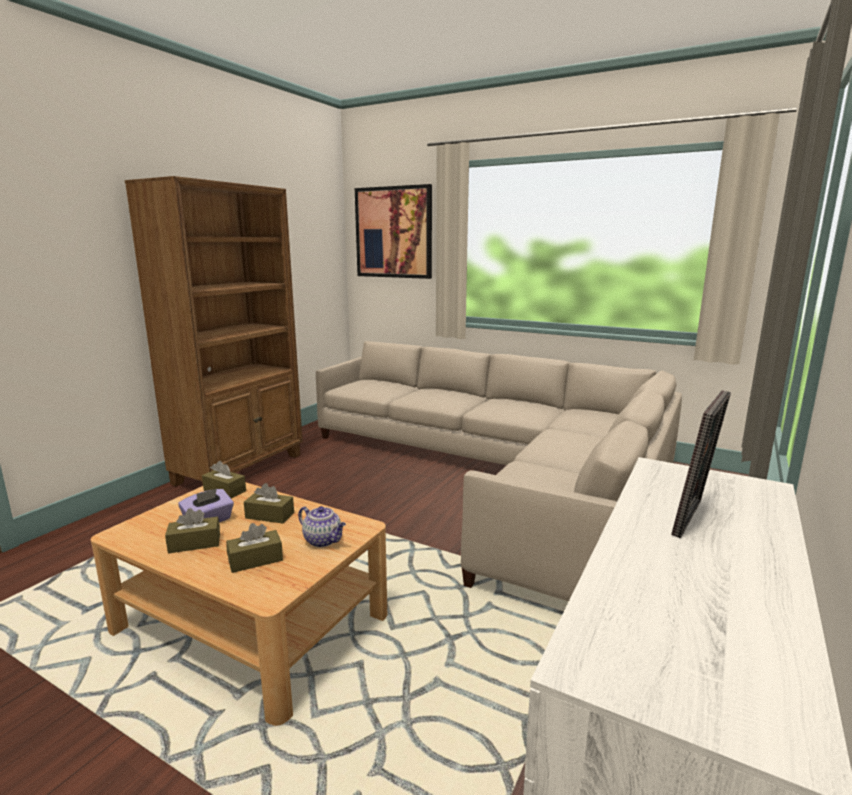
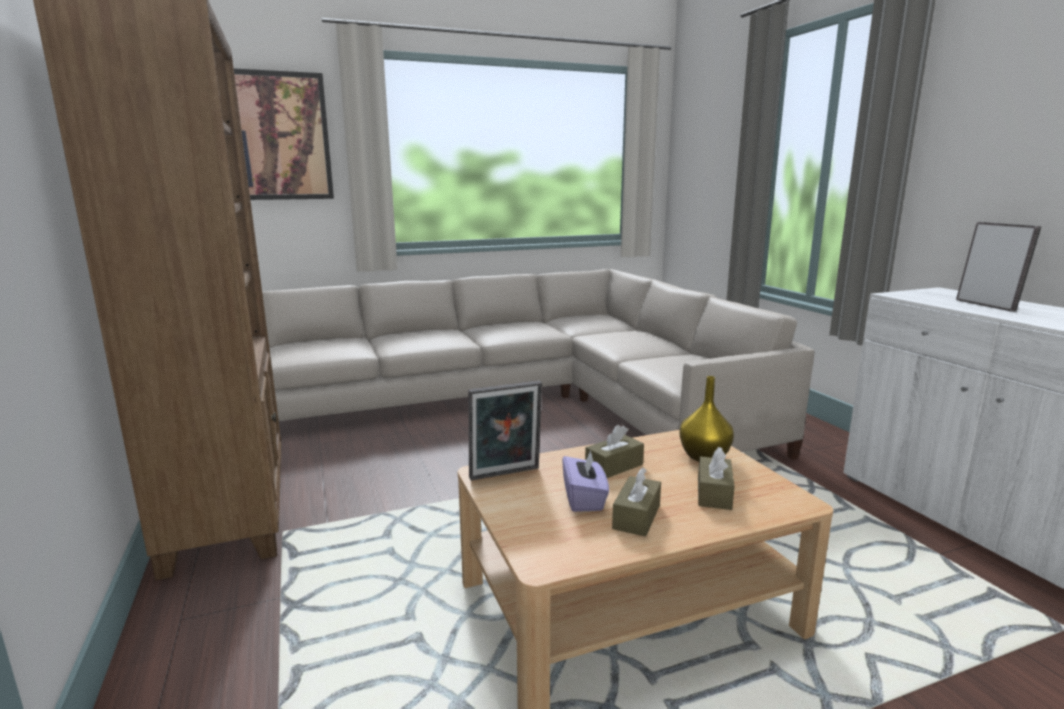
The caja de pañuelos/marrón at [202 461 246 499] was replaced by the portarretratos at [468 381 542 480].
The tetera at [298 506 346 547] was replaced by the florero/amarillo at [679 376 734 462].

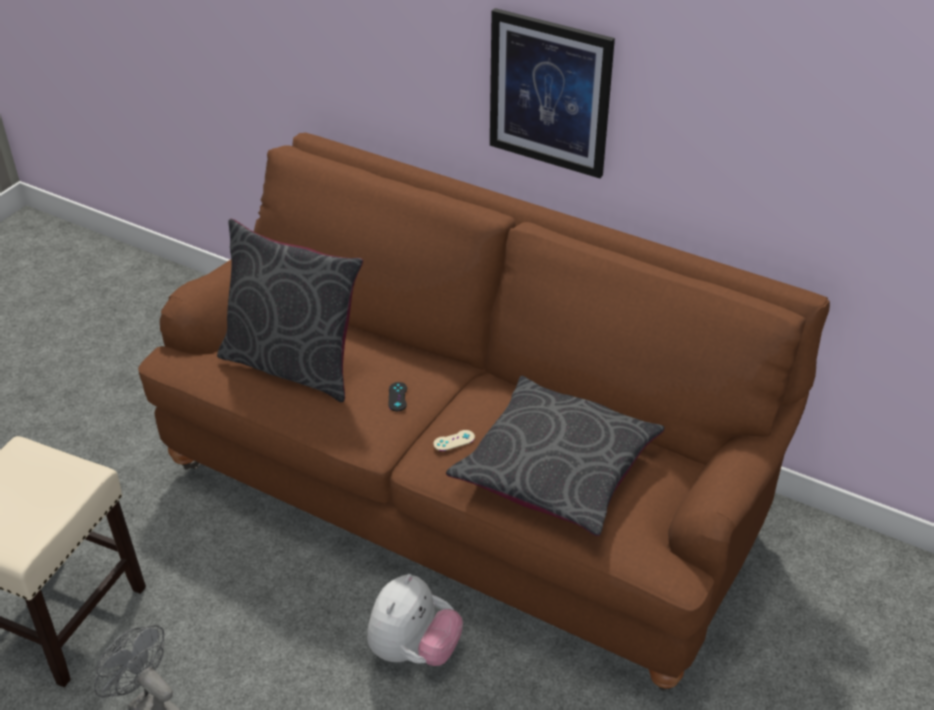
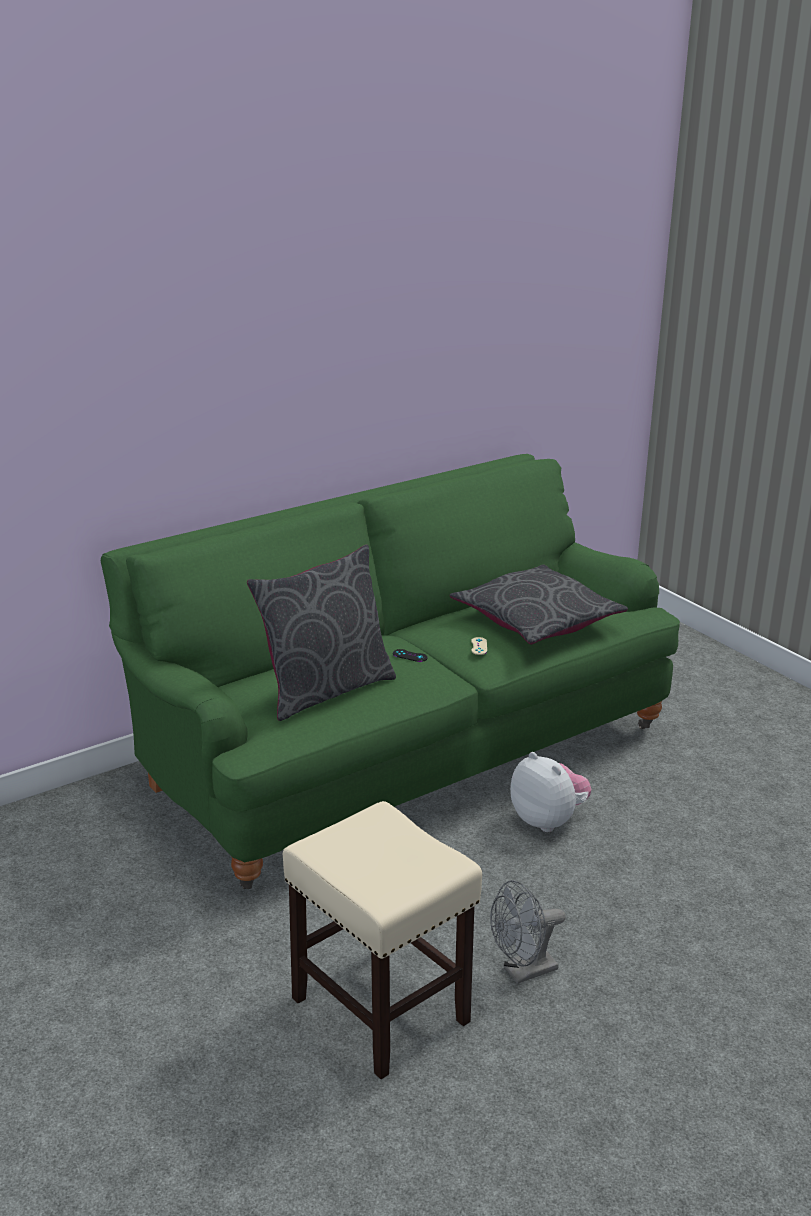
The sofá/marrón at [138 133 830 691] became the sofá/verde at [101 454 680 889].
The cuadro at [490 8 615 178] disappeared.

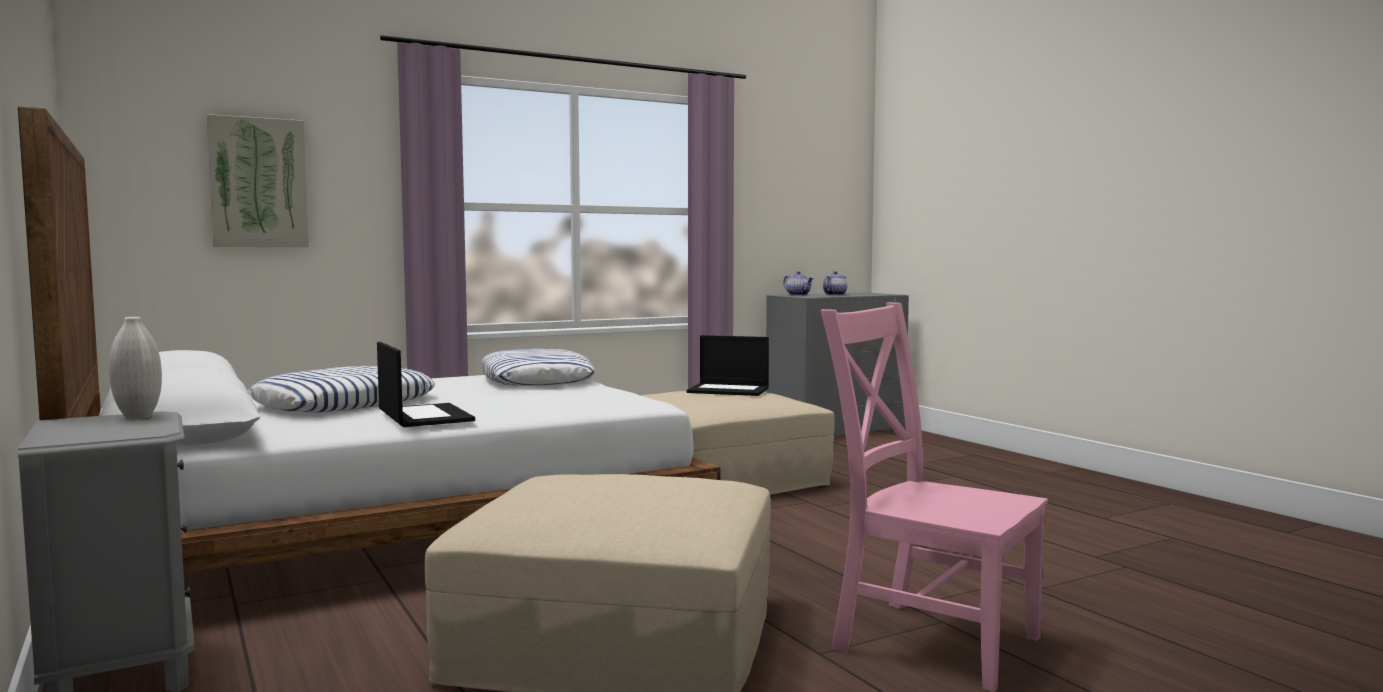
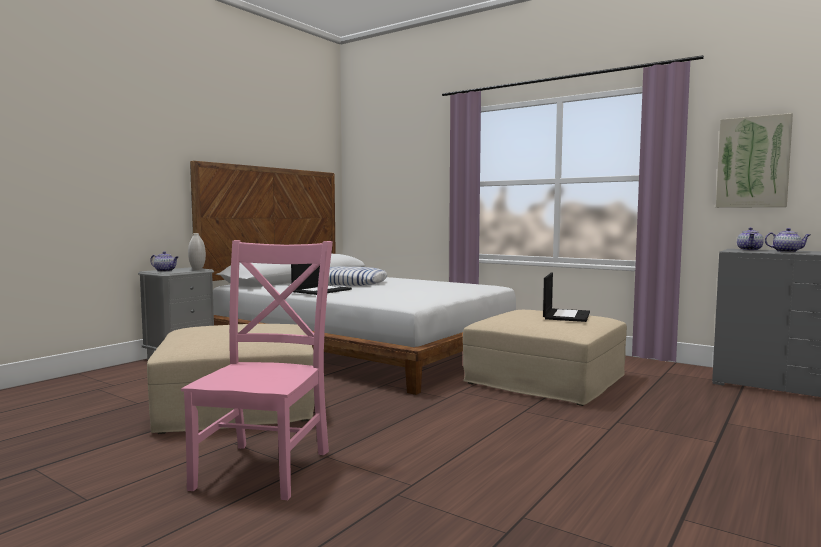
The tetera at [150 251 178 272] appeared.
The portátil at [687 335 769 396] turned 150 degrees counterclockwise.
The cuadro moved from [206 114 309 247] to [716 113 793 208].
The cojín at [481 349 595 386] disappeared.

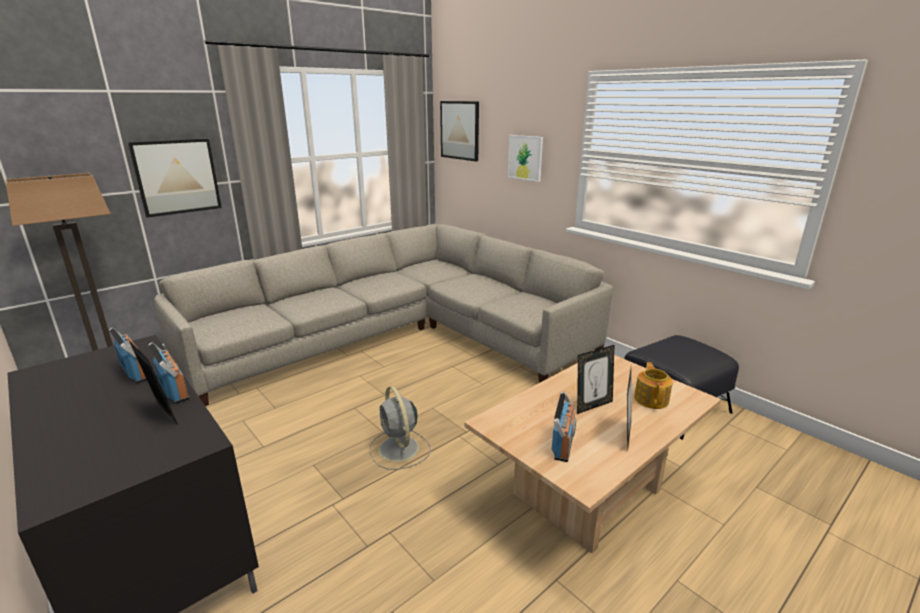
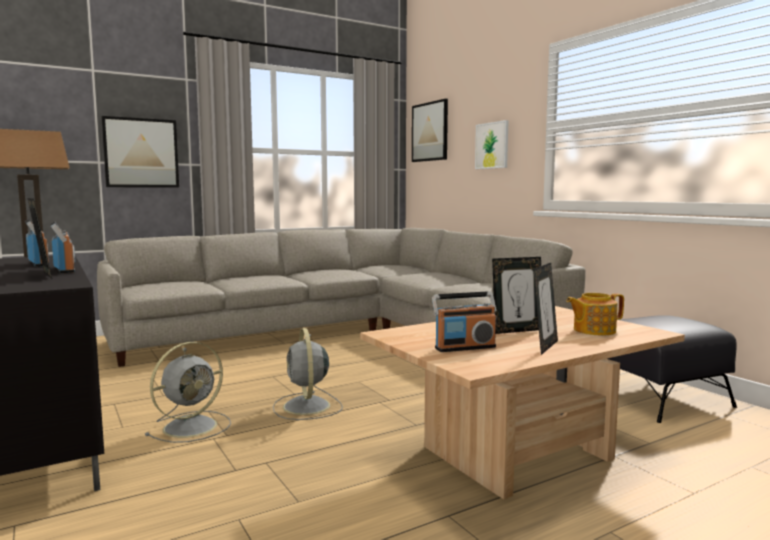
The ventilador/gris at [145 342 231 443] appeared.
The radio at [552 391 576 462] turned 45 degrees clockwise.
The tetera at [634 362 673 409] turned 120 degrees counterclockwise.

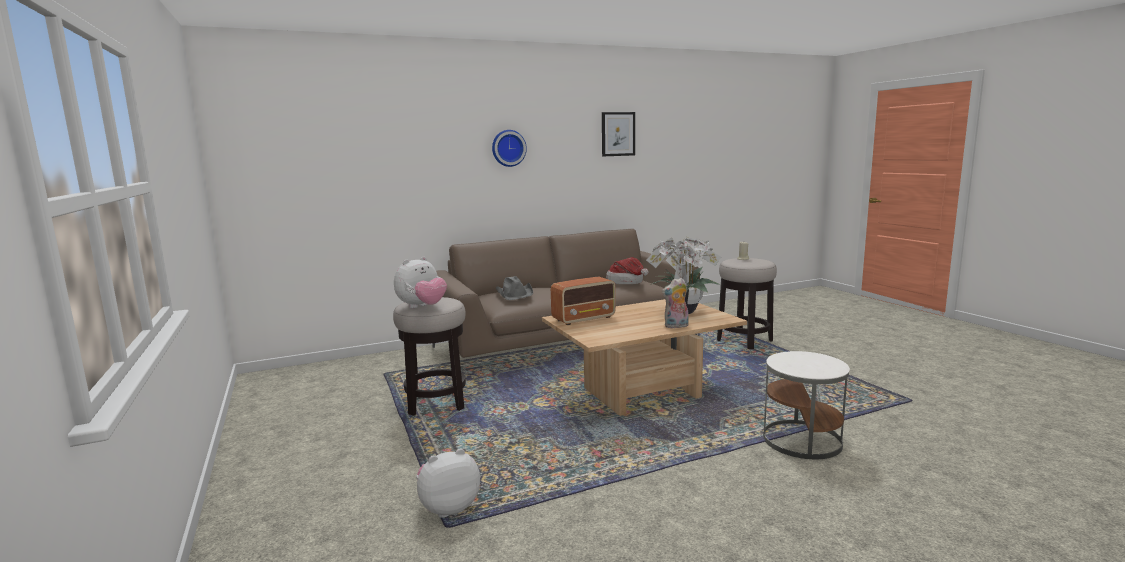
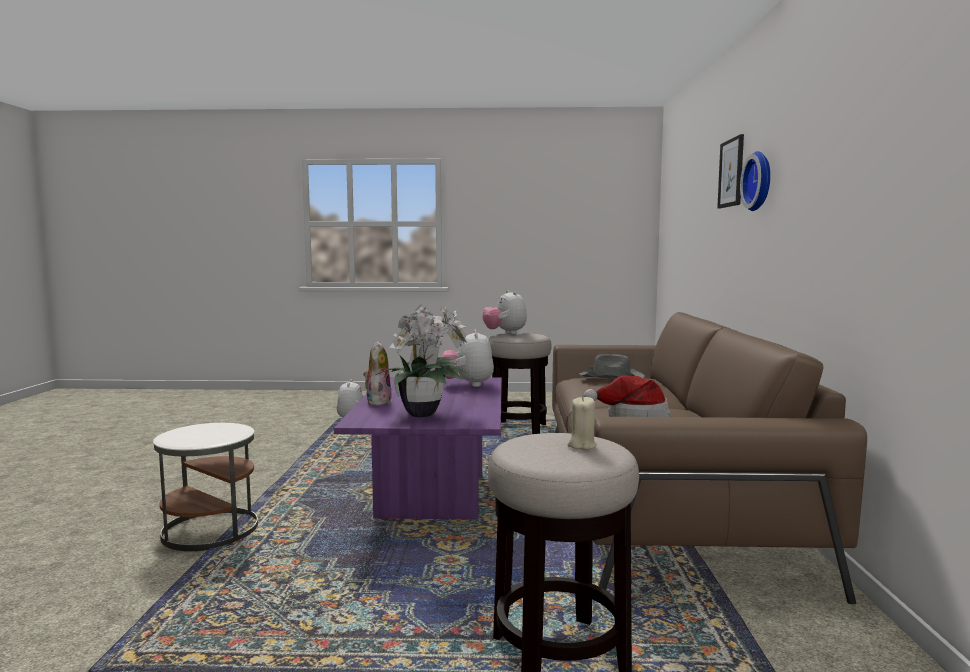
The mesa de centro/beis at [542 299 747 416] became the mesa de centro/morado at [334 377 502 520].
The radio at [551 277 616 325] was replaced by the peluche at [442 330 494 387].
The cuadro moved from [602 112 635 156] to [717 134 744 208].

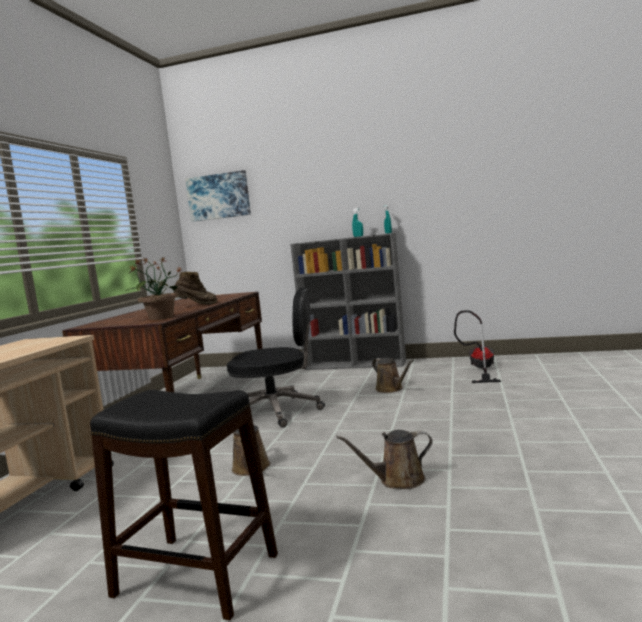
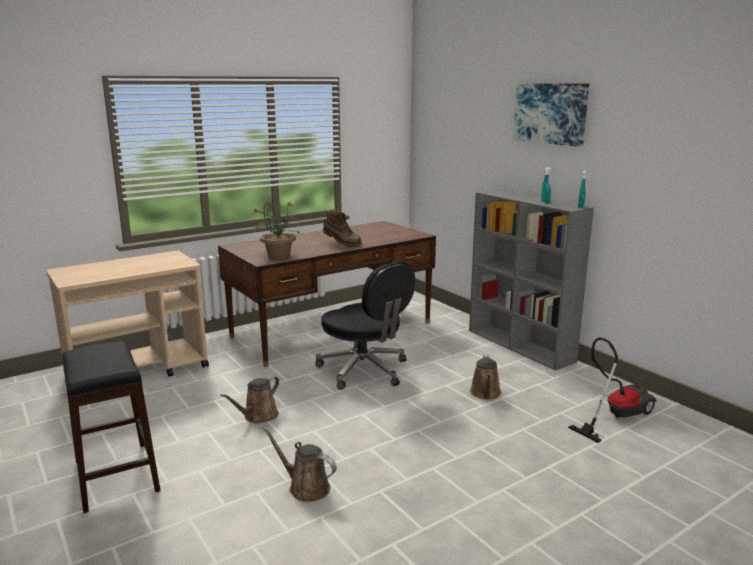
The cuadro moved from [185 170 251 222] to [513 83 589 147].

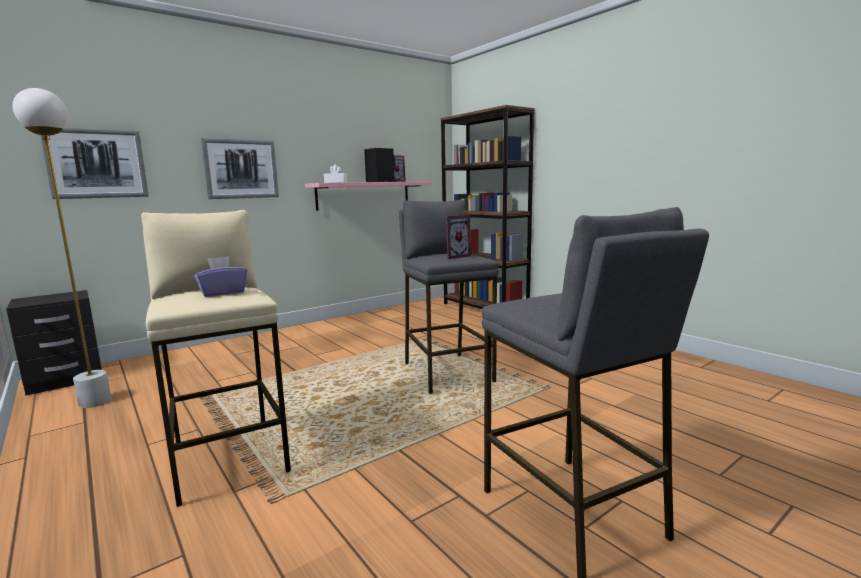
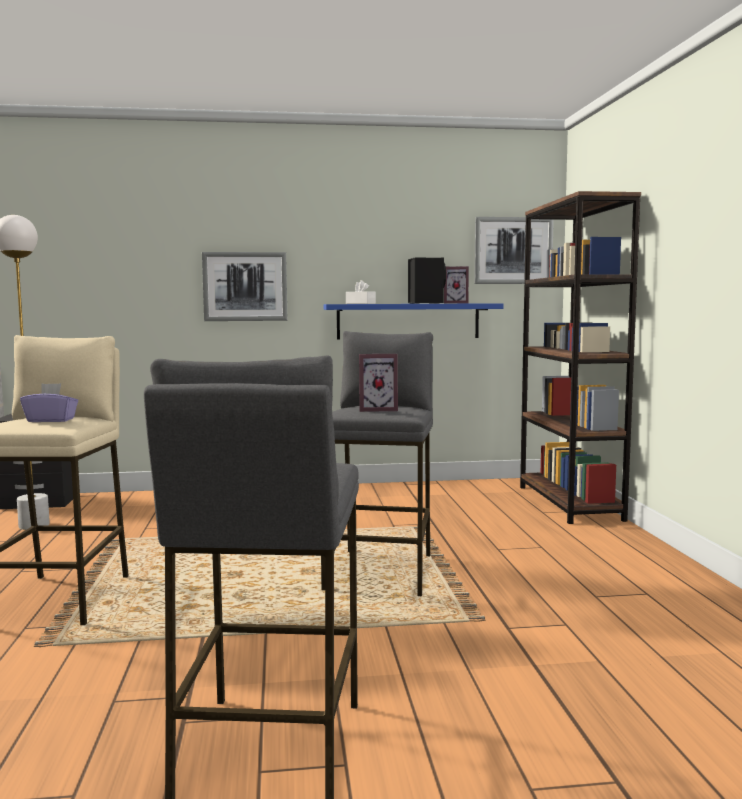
The estante/rosa at [305 181 431 211] became the estante/azul at [324 303 504 339].
The cuadro moved from [40 128 149 199] to [474 217 554 284].

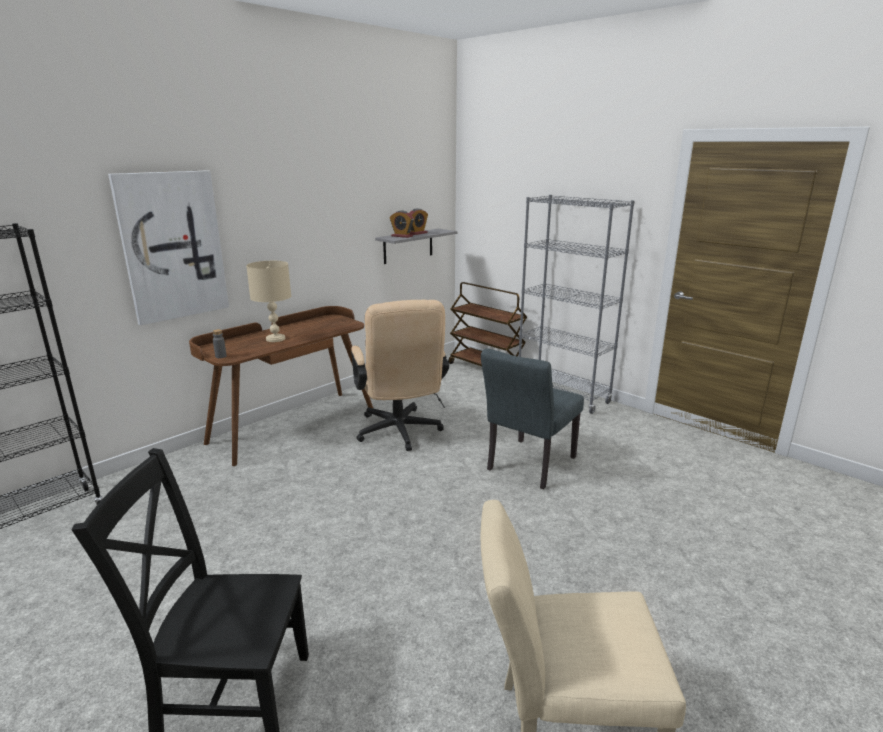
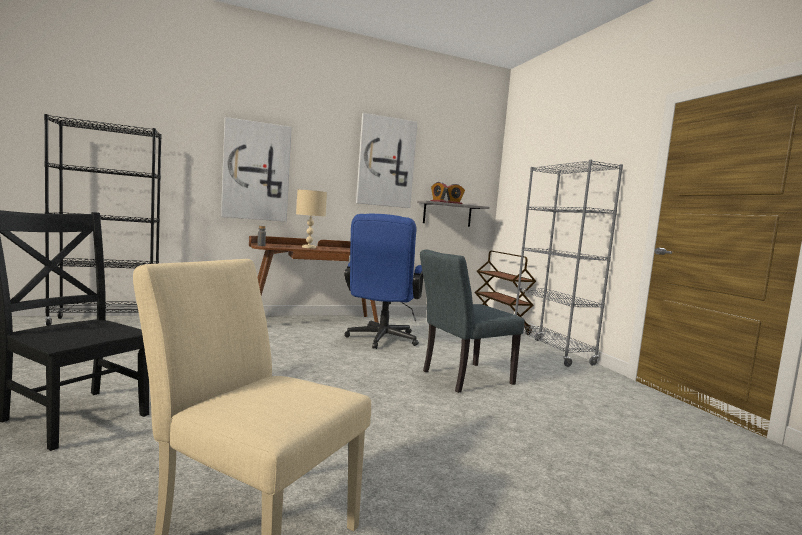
The silla de oficina/beis at [351 300 449 451] became the silla de oficina/azul at [344 214 423 349].
The cuadro at [356 113 417 208] appeared.

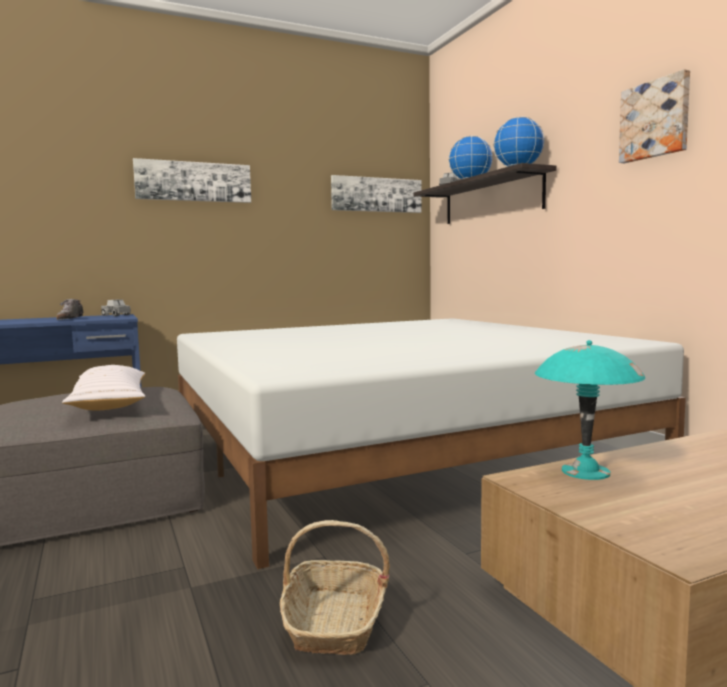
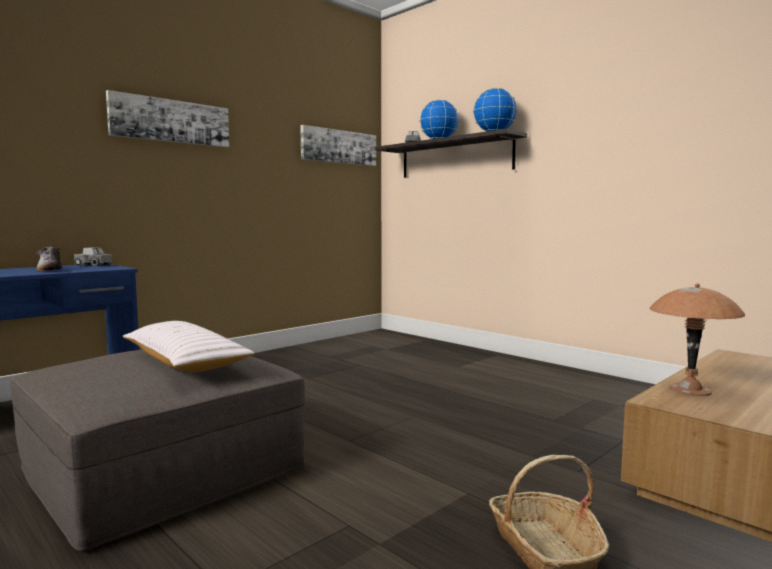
The lámpara de mesa/turquesa at [535 340 645 480] became the lámpara de mesa/marrón at [649 283 745 396].
The cama/blanco at [177 318 686 569] disappeared.
The cuadro at [619 69 690 163] disappeared.

